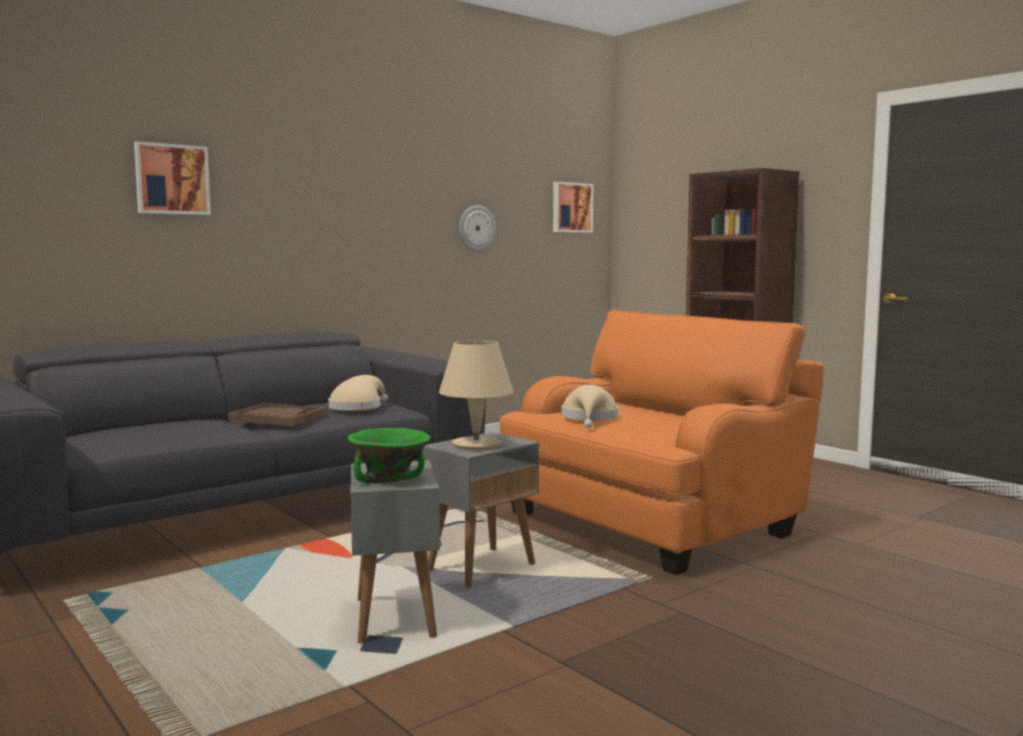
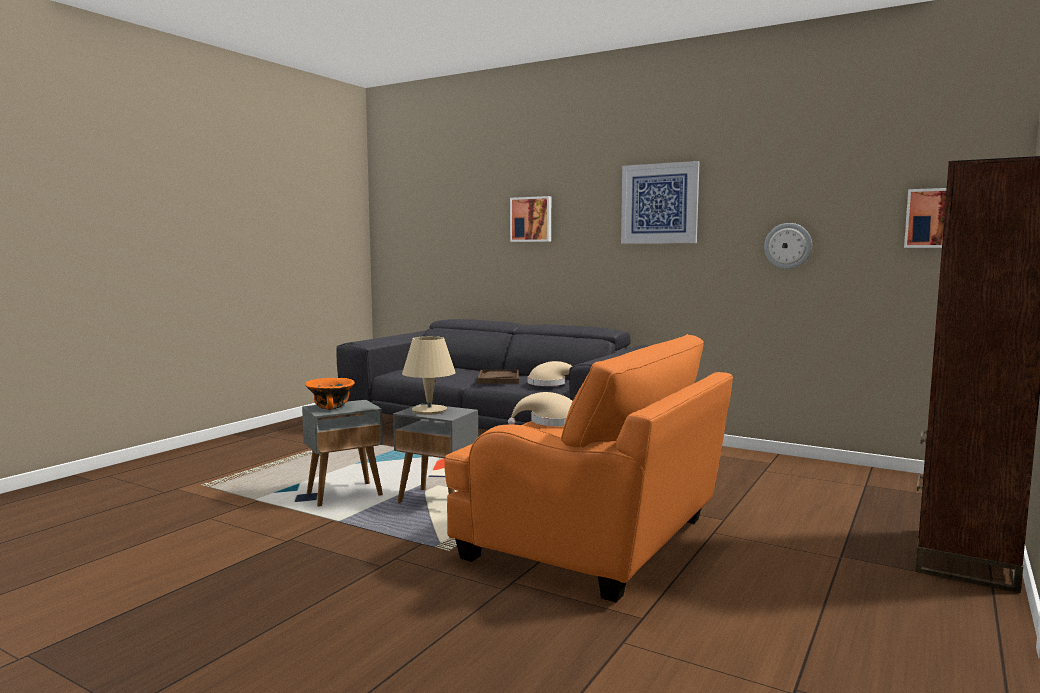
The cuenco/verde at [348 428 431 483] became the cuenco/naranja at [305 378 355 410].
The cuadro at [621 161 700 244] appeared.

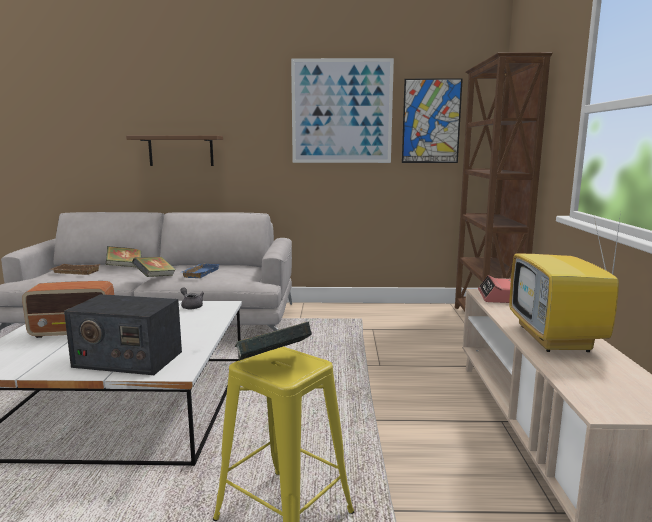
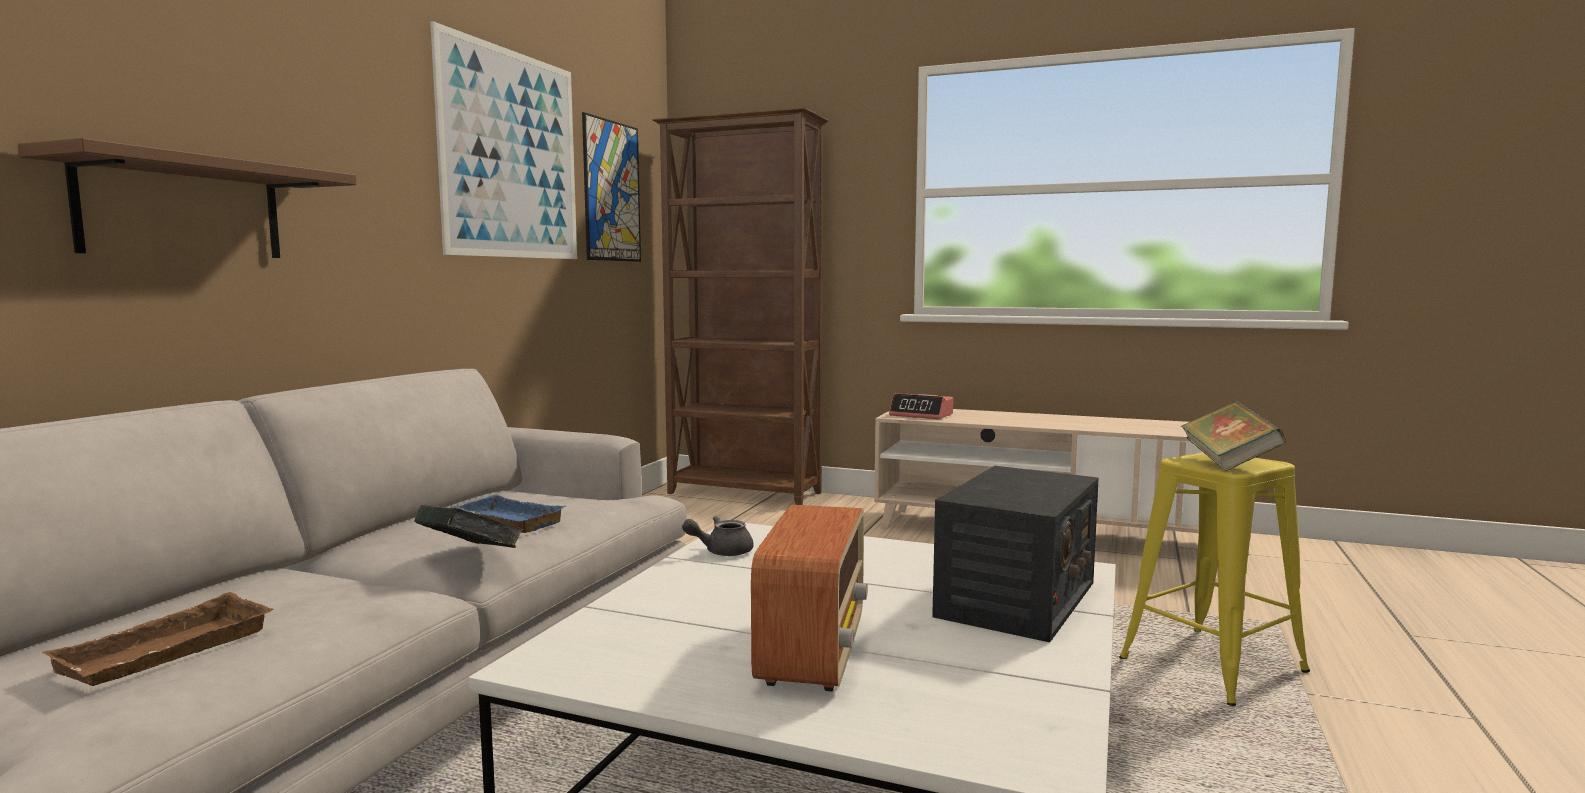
The libro at [106 246 141 267] disappeared.
The televisor at [509 212 621 352] disappeared.

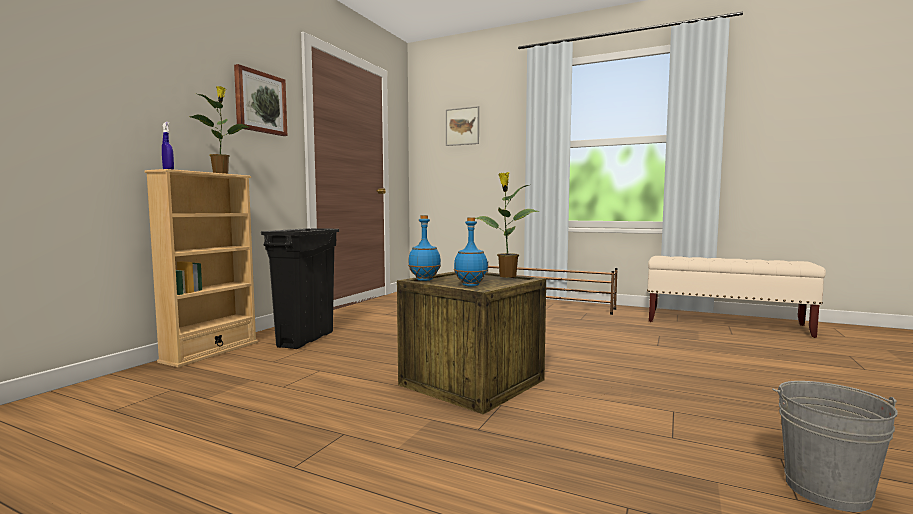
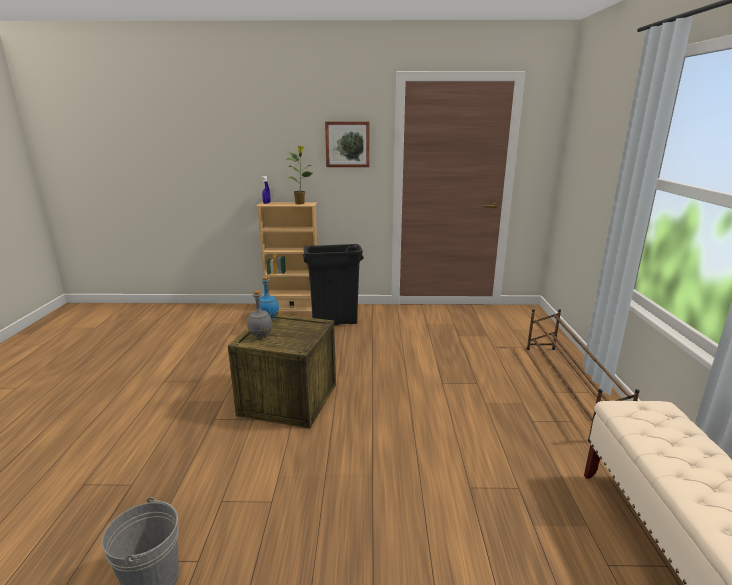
The botella/azul at [454 217 488 287] became the botella/gris at [247 291 272 338].
The cuadro at [446 106 479 146] disappeared.
The planta en maceta at [475 172 539 278] disappeared.

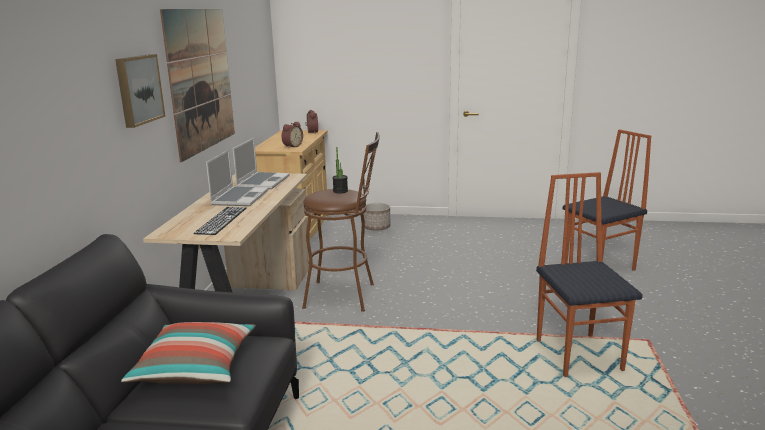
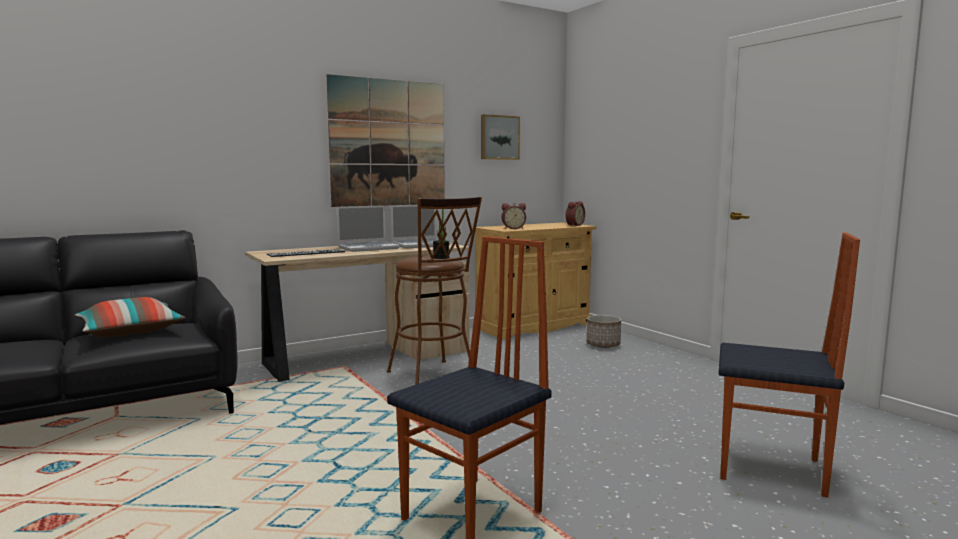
The cuadro moved from [115 54 165 128] to [481 114 520 160].

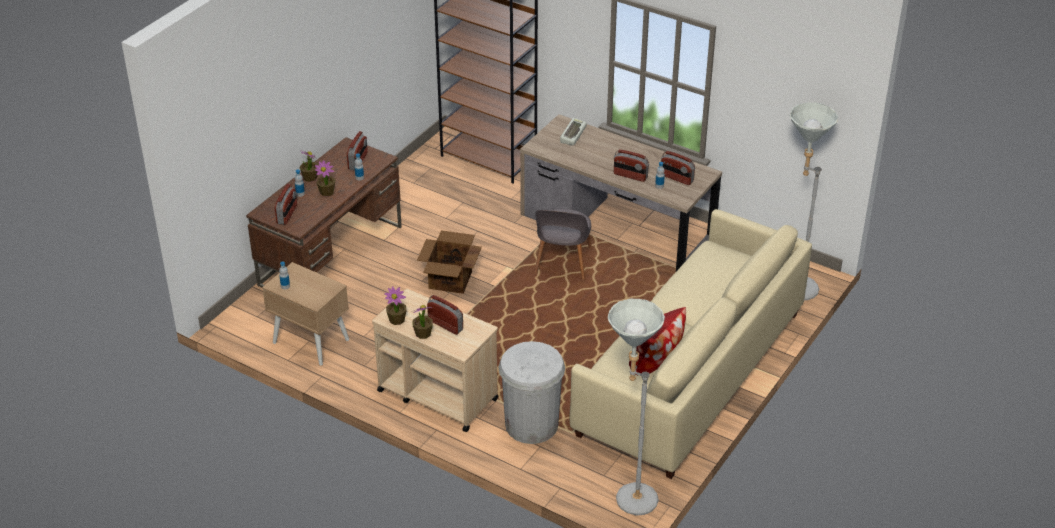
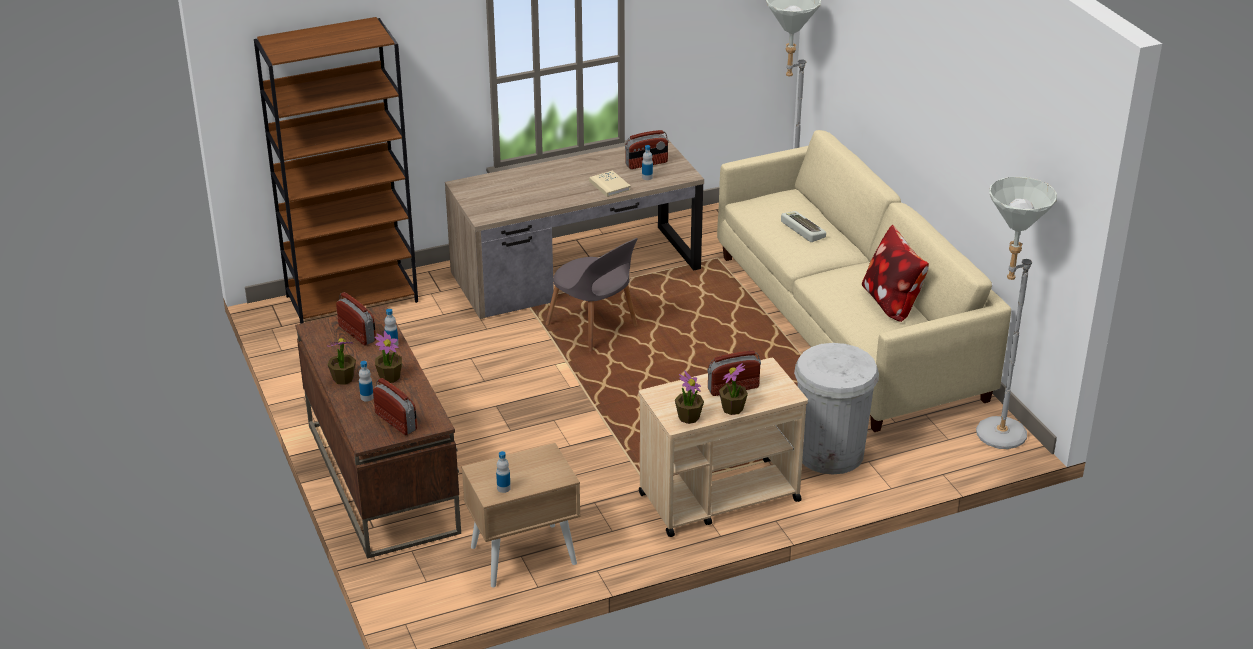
The radio at [614 150 649 182] was replaced by the libro/beis at [589 170 631 197].
The teclado moved from [560 118 587 145] to [781 211 826 242].
The caja de cartón at [417 230 482 294] disappeared.

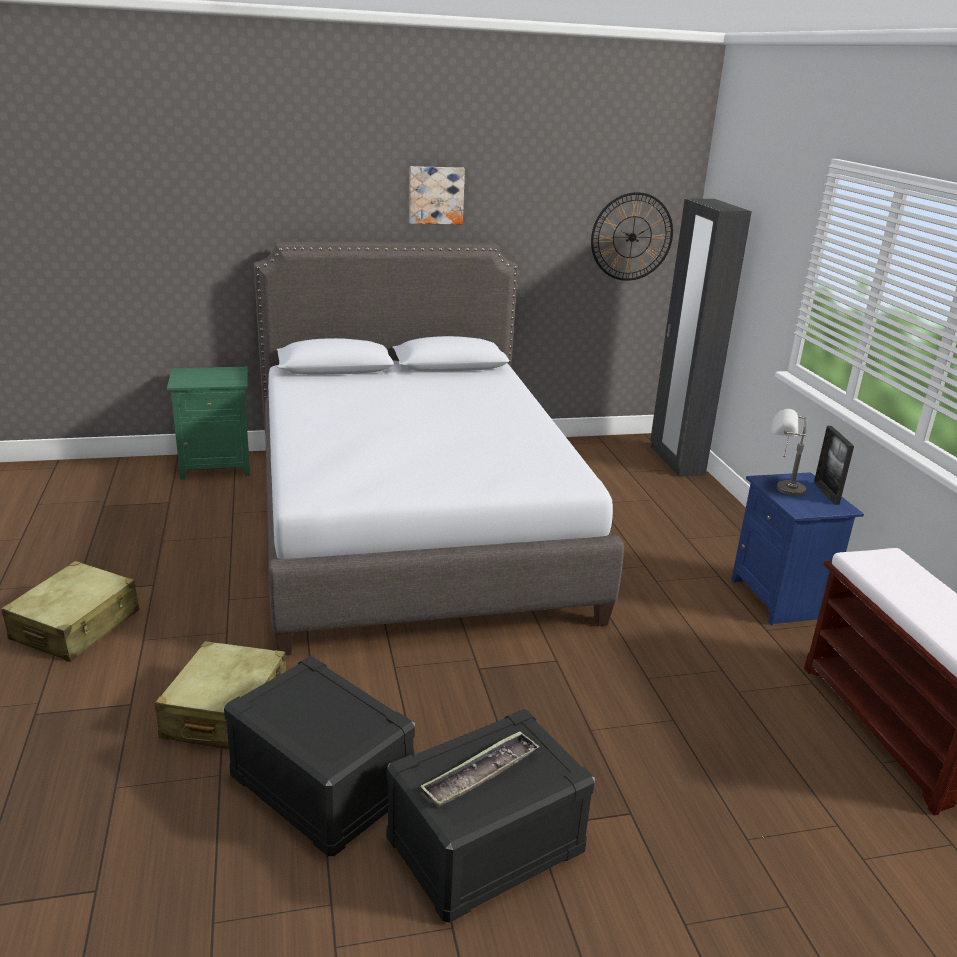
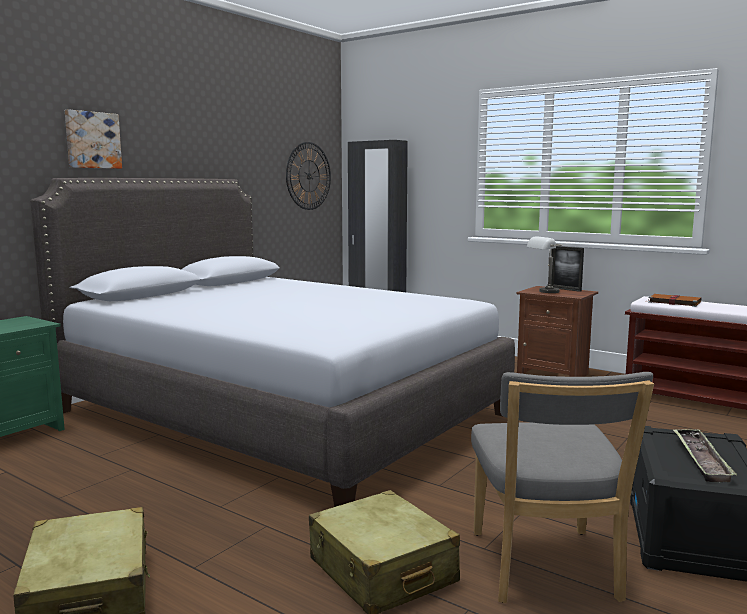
The cuadro moved from [409 166 465 224] to [65 109 122 169].
The caja de almacenaje/negro at [224 656 415 857] was replaced by the silla/gris at [471 372 654 603].
The mesita de noche/azul at [731 472 864 625] became the mesita de noche/marrón at [516 286 598 377].
The libro/marrón at [648 294 701 307] appeared.

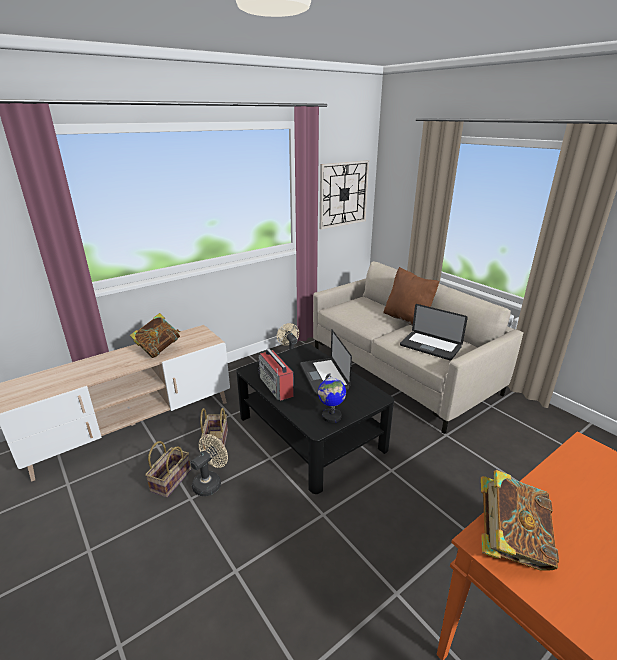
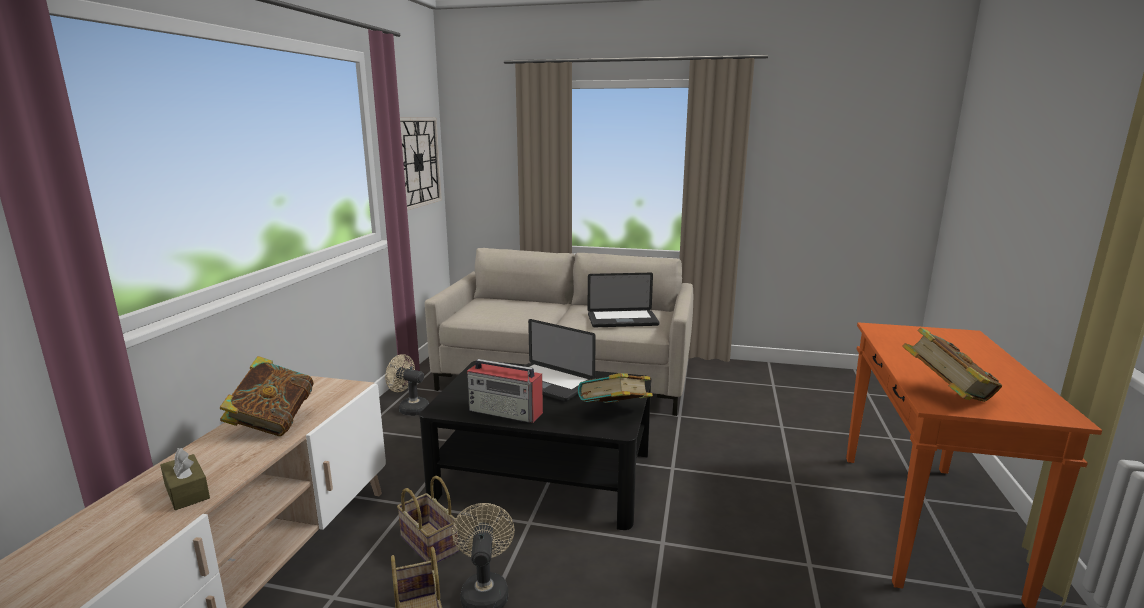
The caja de pañuelos/marrón at [160 448 210 510] appeared.
The globo terráqueo at [318 373 346 423] was replaced by the libro at [578 373 653 403].
The cojín/marrón at [383 267 439 326] disappeared.

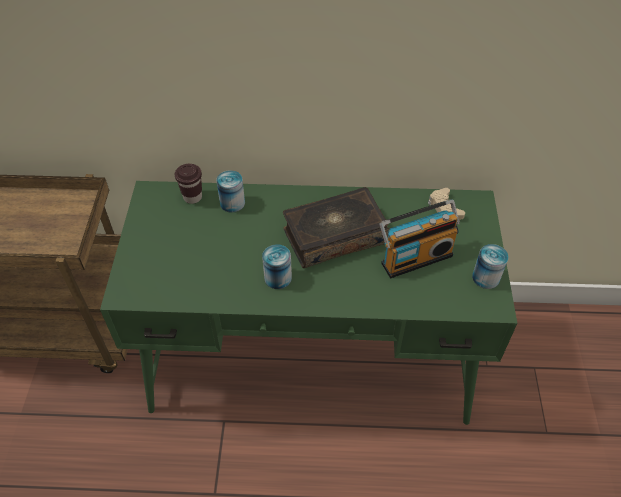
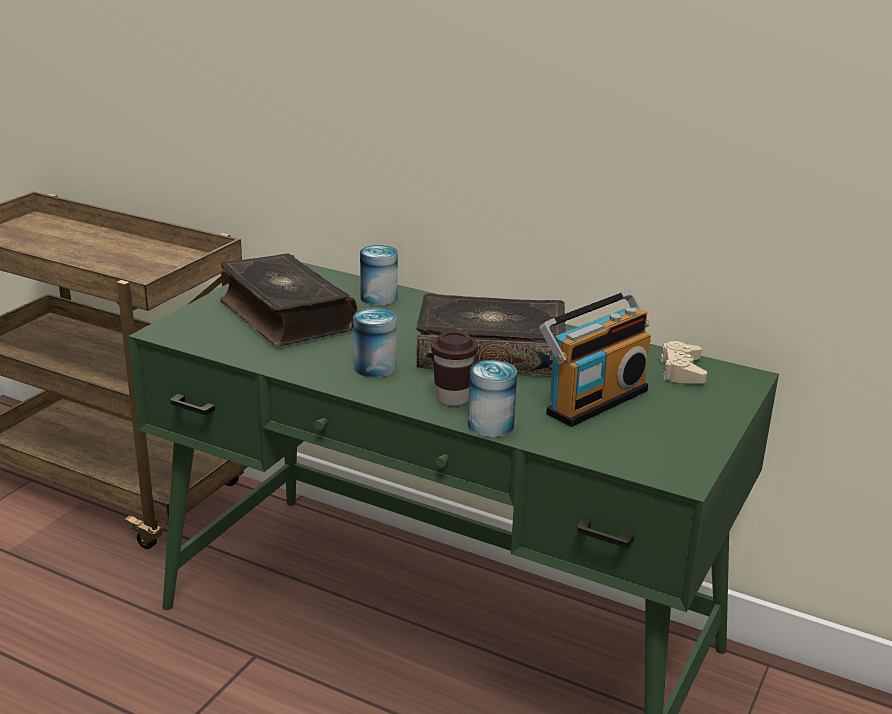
The libro at [220 253 357 346] appeared.
The taza/marrón moved from [175 164 202 204] to [431 330 478 406].
The lata moved from [472 244 508 289] to [468 360 517 437].
The radio at [380 200 460 278] turned 45 degrees counterclockwise.

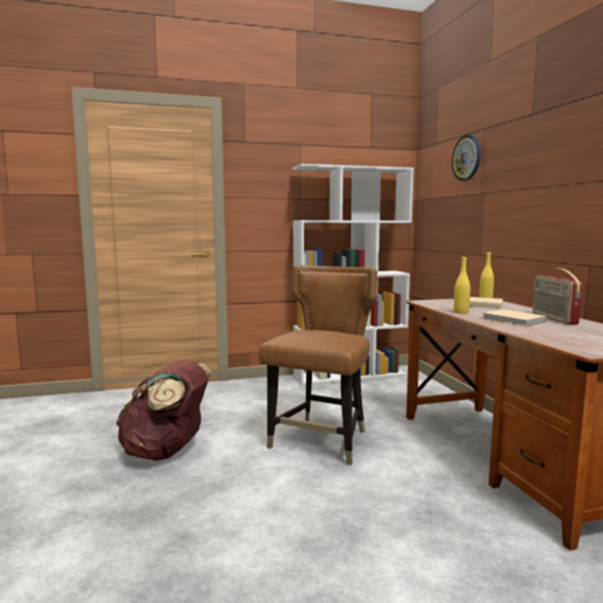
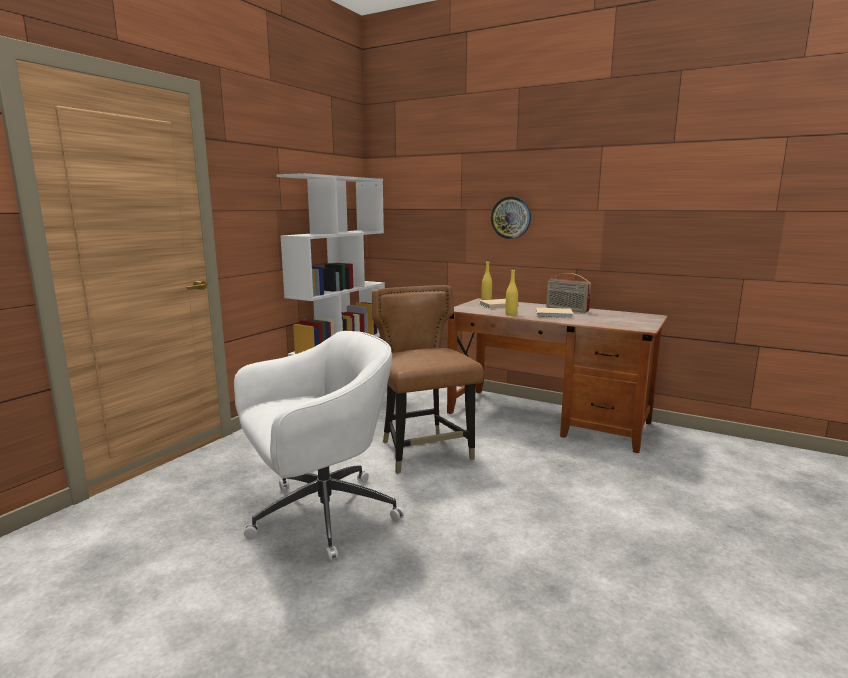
The mochila/marrón at [116 359 213 461] was replaced by the silla de oficina/blanco at [234 331 404 562].
The reloj de pared moved from [452 135 481 181] to [491 197 531 239].

